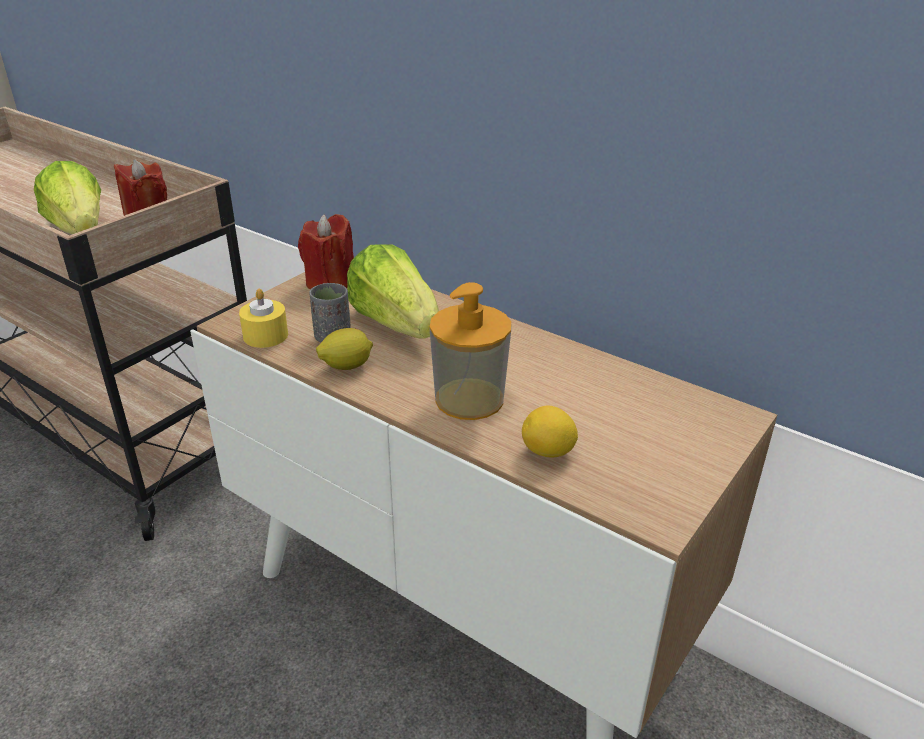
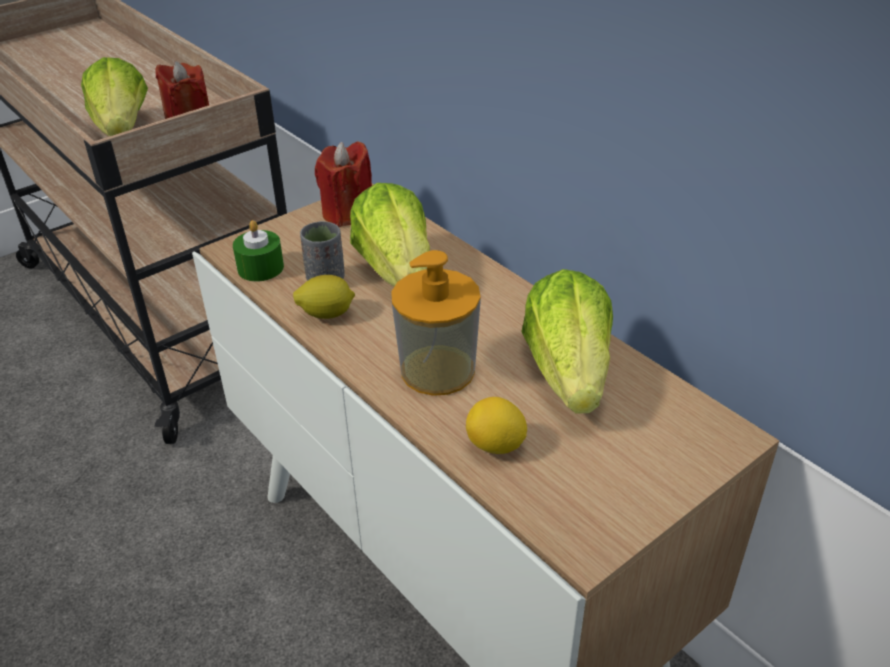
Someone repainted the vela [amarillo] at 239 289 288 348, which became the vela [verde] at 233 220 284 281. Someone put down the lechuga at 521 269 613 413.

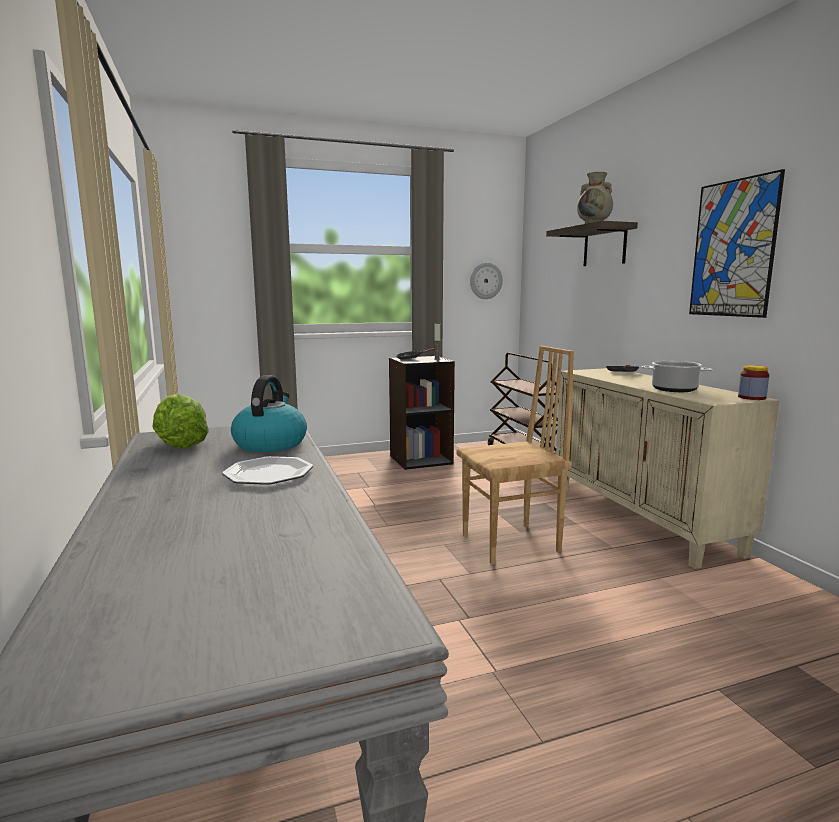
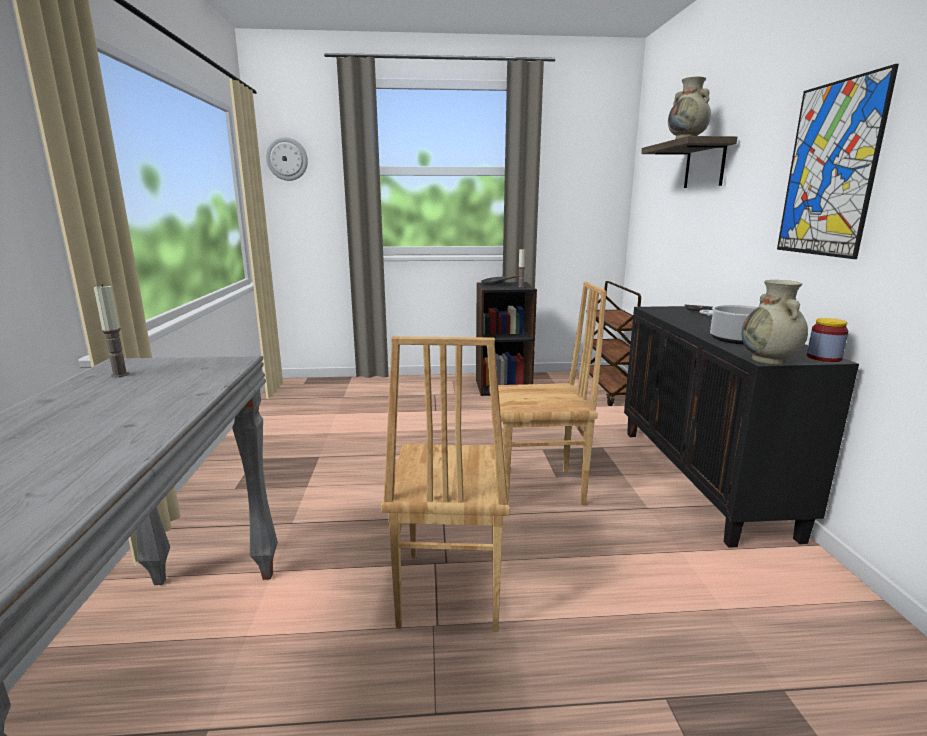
Someone swapped the lechuga at 152 394 209 448 for the vela at 94 284 129 377. Someone carried the reloj de pared from 470 263 503 299 to 266 137 308 181. Someone put down the silla [marrón] at 381 336 510 632. Someone repainted the armario [beis] at 556 368 779 569, which became the armario [negro] at 624 306 859 548. Someone put down the florero [beis] at 742 280 808 364. Someone took away the plato at 222 456 313 485. Someone took away the hervidor at 231 375 307 452.

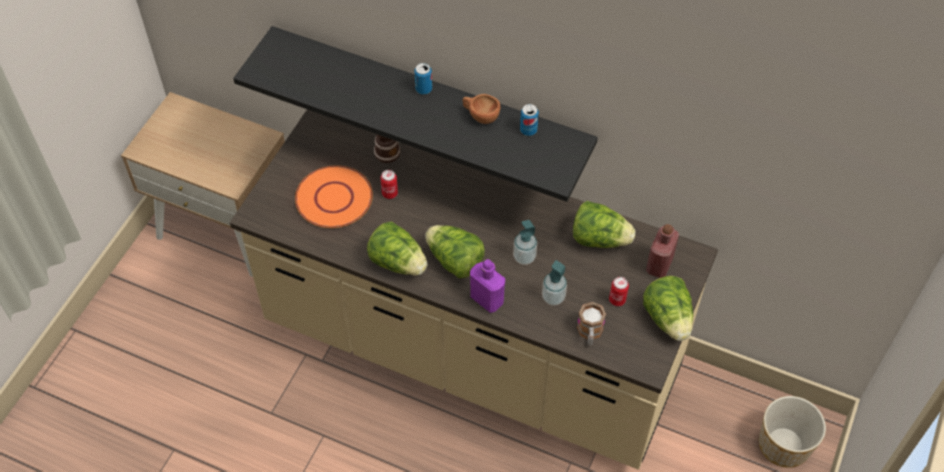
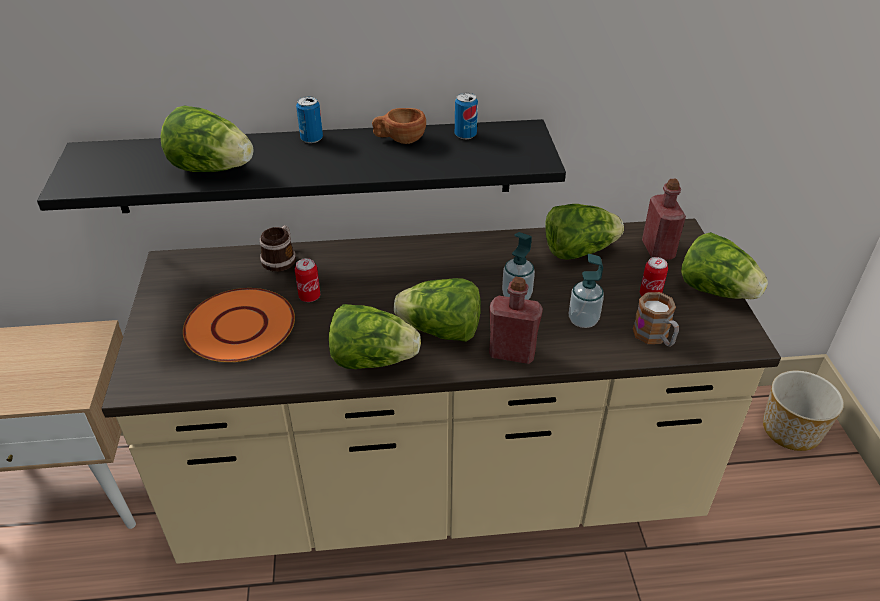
Someone put down the lechuga at 160 106 253 172. Someone repainted the botella [morado] at 470 259 505 313, which became the botella [rojo] at 489 277 543 364.

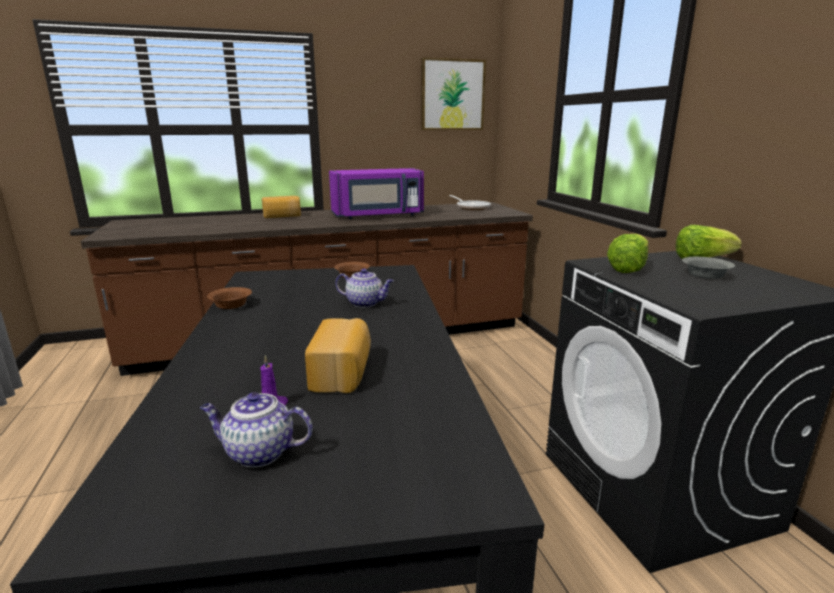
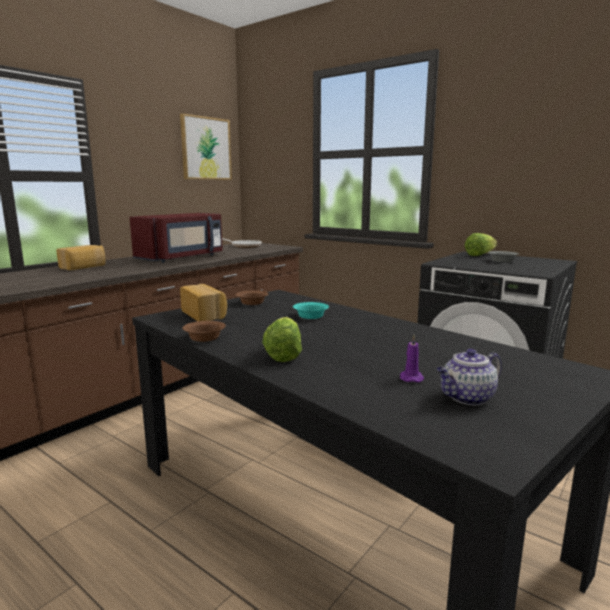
Someone repainted the microondas [morado] at 329 168 424 219, which became the microondas [rojo] at 129 213 223 263. Someone carried the pan from 305 318 371 393 to 180 284 227 321. Someone carried the lechuga from 607 234 648 273 to 262 317 302 362. Someone swapped the tetera at 335 268 394 308 for the cuenco [turquesa] at 293 302 329 319.

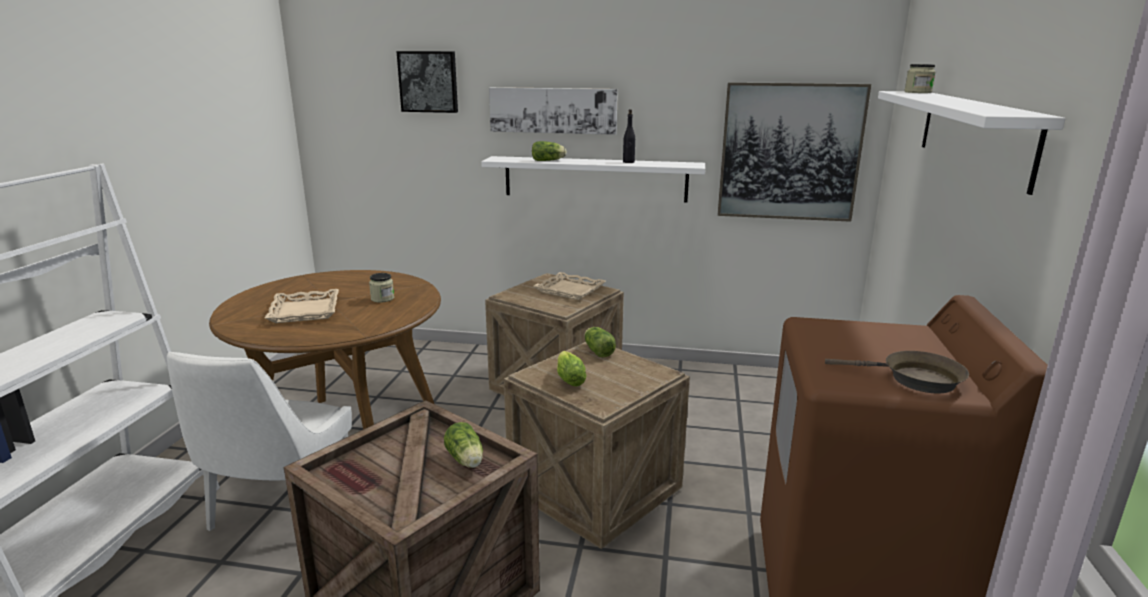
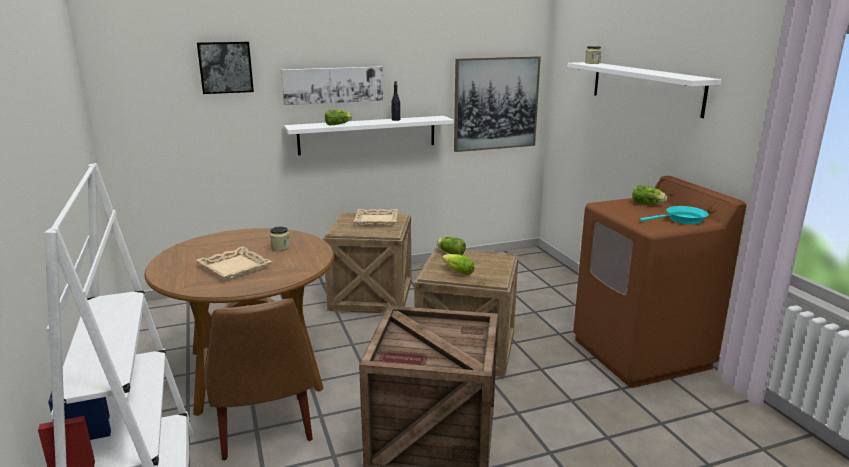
Someone repainted the silla [blanco] at 167 352 352 531, which became the silla [marrón] at 203 298 314 460. Someone carried the lechuga from 444 422 483 468 to 632 185 667 205. Someone repainted the sartén [marrón] at 825 351 969 393, which became the sartén [turquesa] at 640 206 709 224.

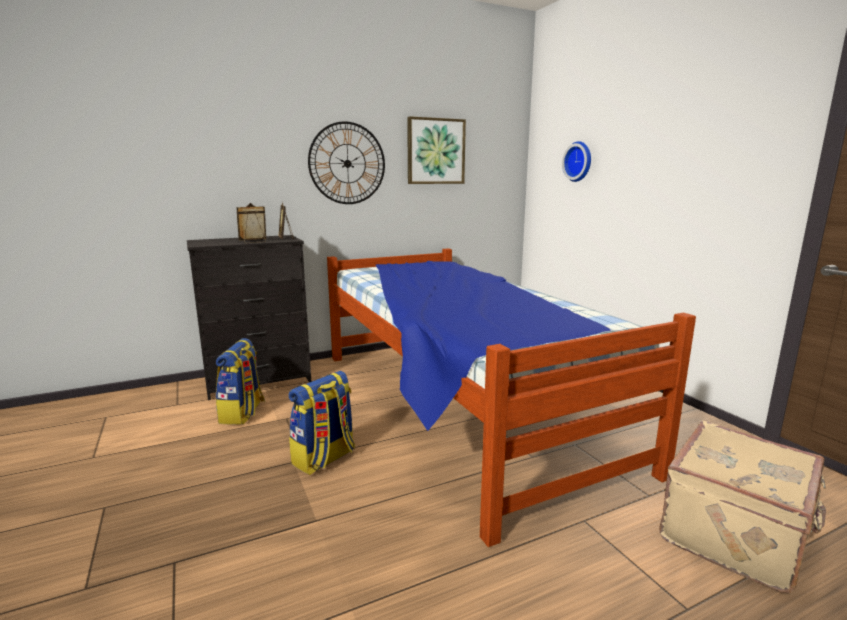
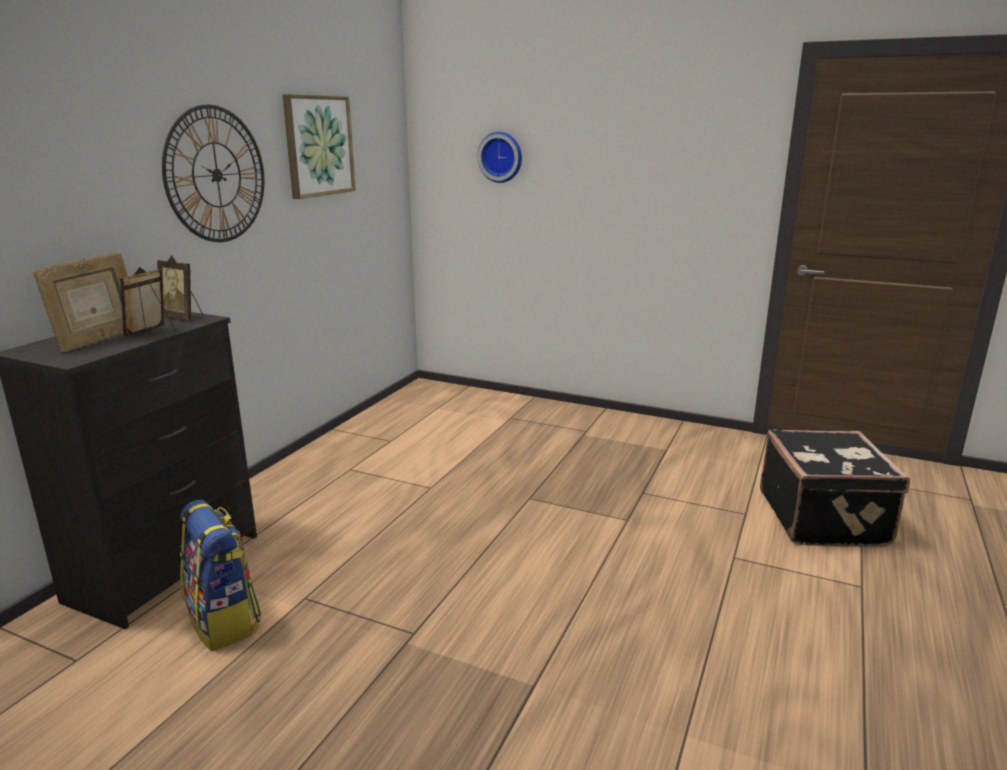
Someone put down the portarretratos at 33 252 128 352. Someone repainted the maleta [beis] at 659 421 826 593, which became the maleta [negro] at 760 429 910 547. Someone took away the mochila at 289 371 355 475. Someone took away the cama at 327 248 696 547.

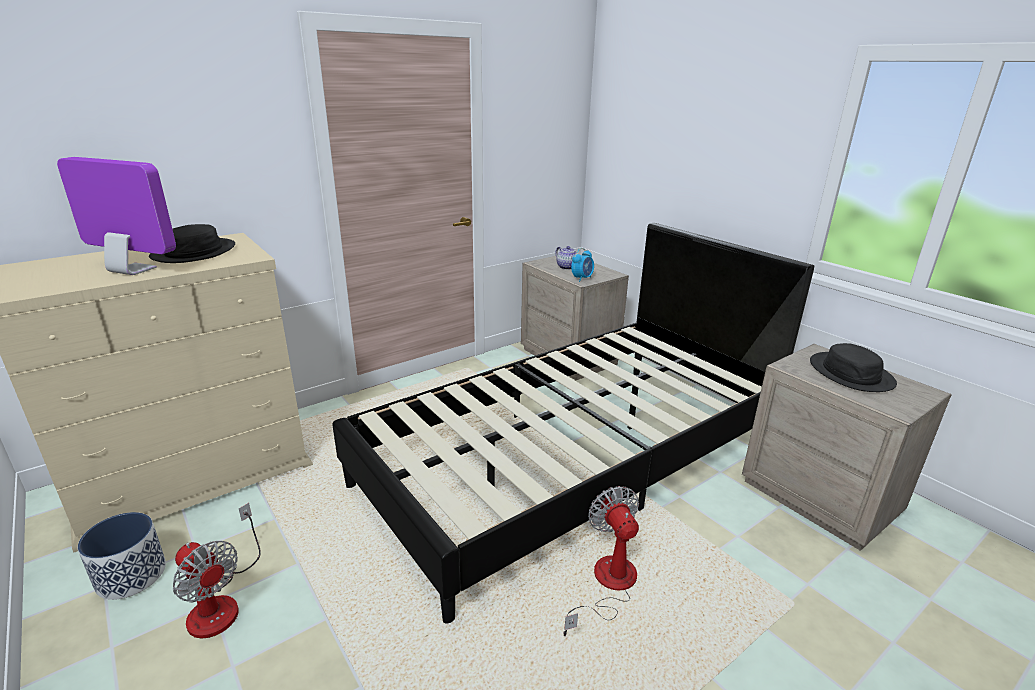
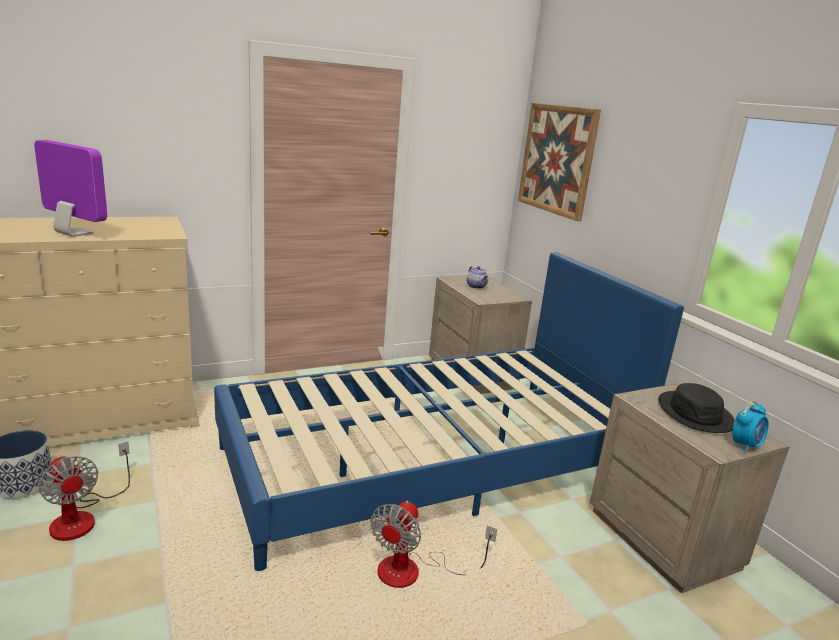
Someone repainted the cama [negro] at 332 223 814 624, which became the cama [azul] at 214 252 684 571. Someone rotated the ventilador at 564 486 639 636 by 150 degrees counterclockwise. Someone put up the cuadro at 518 103 601 222. Someone carried the despertador from 571 248 594 282 to 732 400 769 453. Someone took away the sombrero [negro] at 149 224 235 263.

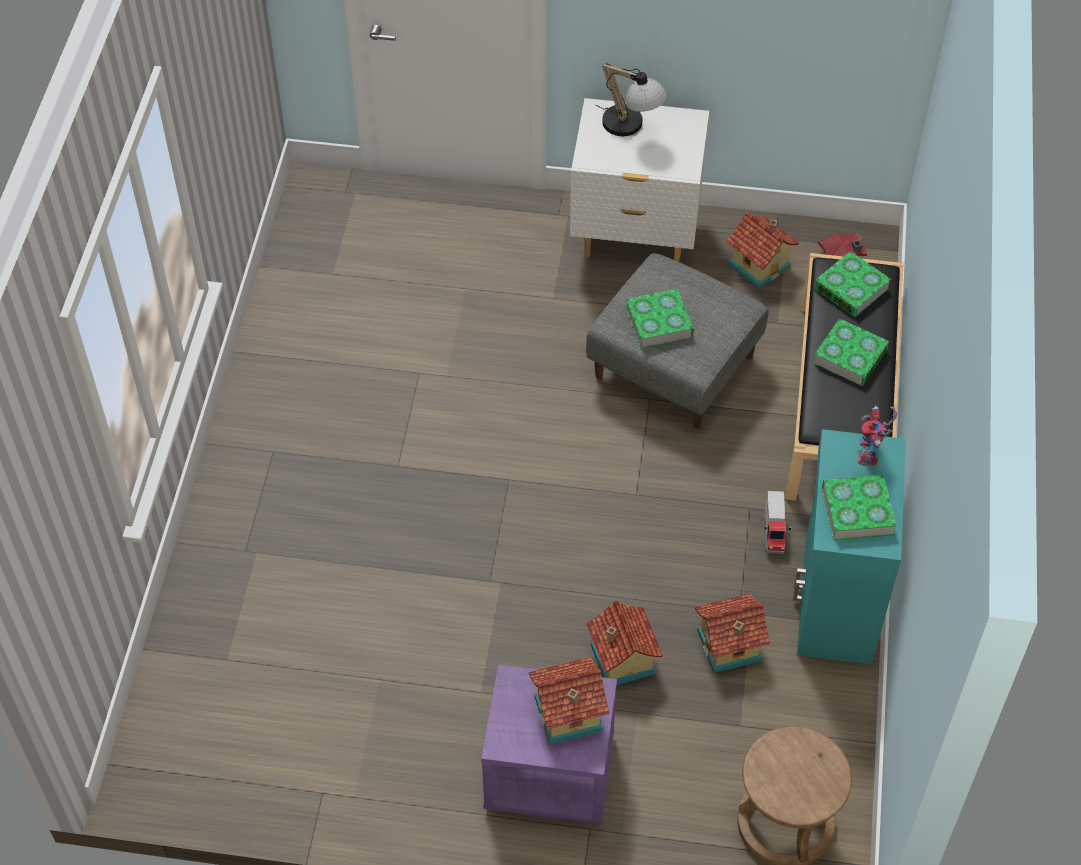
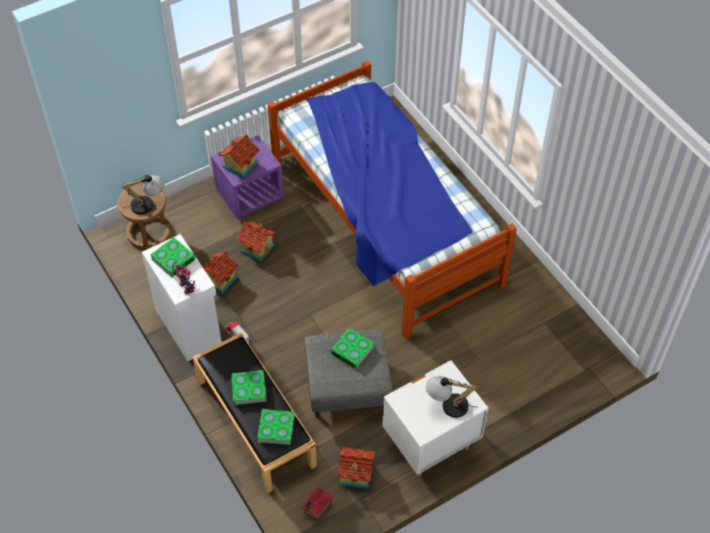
Someone put down the lámpara de mesa at 122 175 165 215. Someone repainted the armario [turquesa] at 793 429 906 665, which became the armario [blanco] at 142 234 221 361. Someone put down the cama at 268 60 517 339.

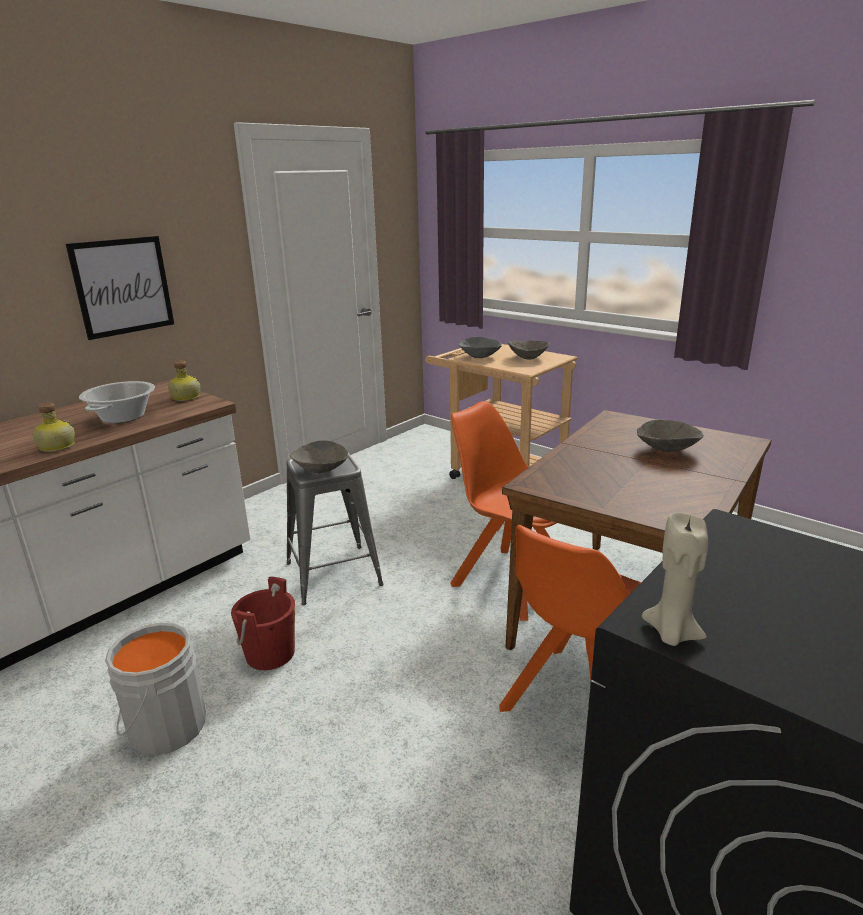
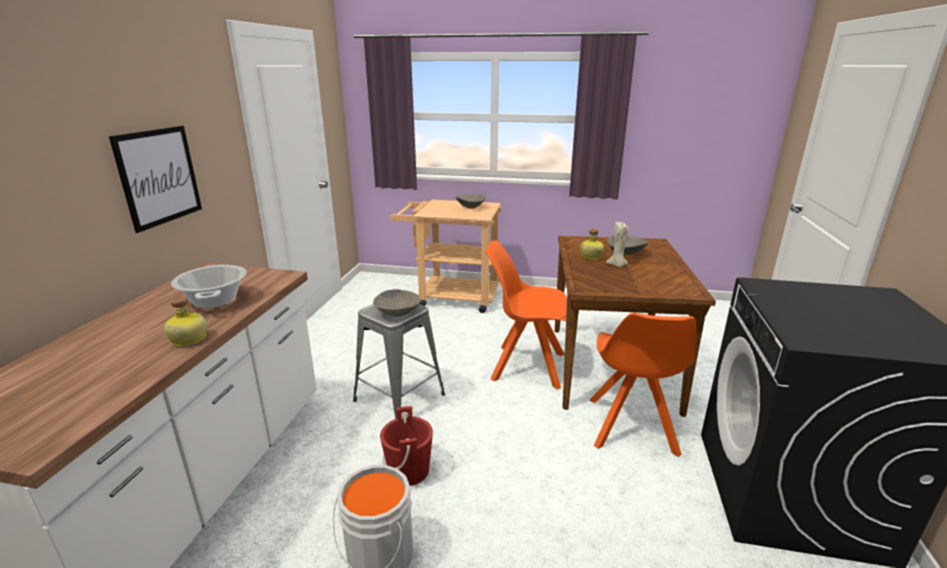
Someone carried the botella from 168 361 200 401 to 580 229 604 259. Someone carried the vela [beis] from 642 512 708 646 to 606 222 628 267. Someone took away the cuenco [gris] at 458 337 502 358.

